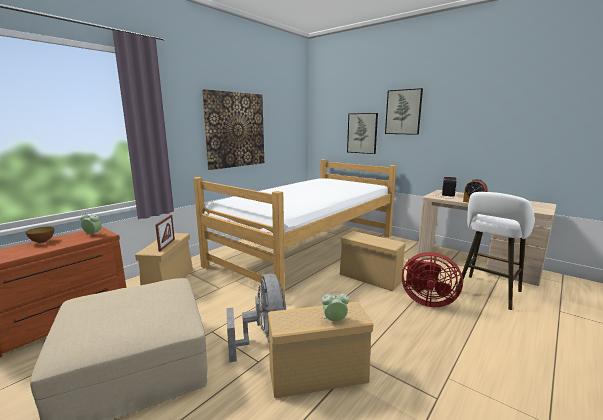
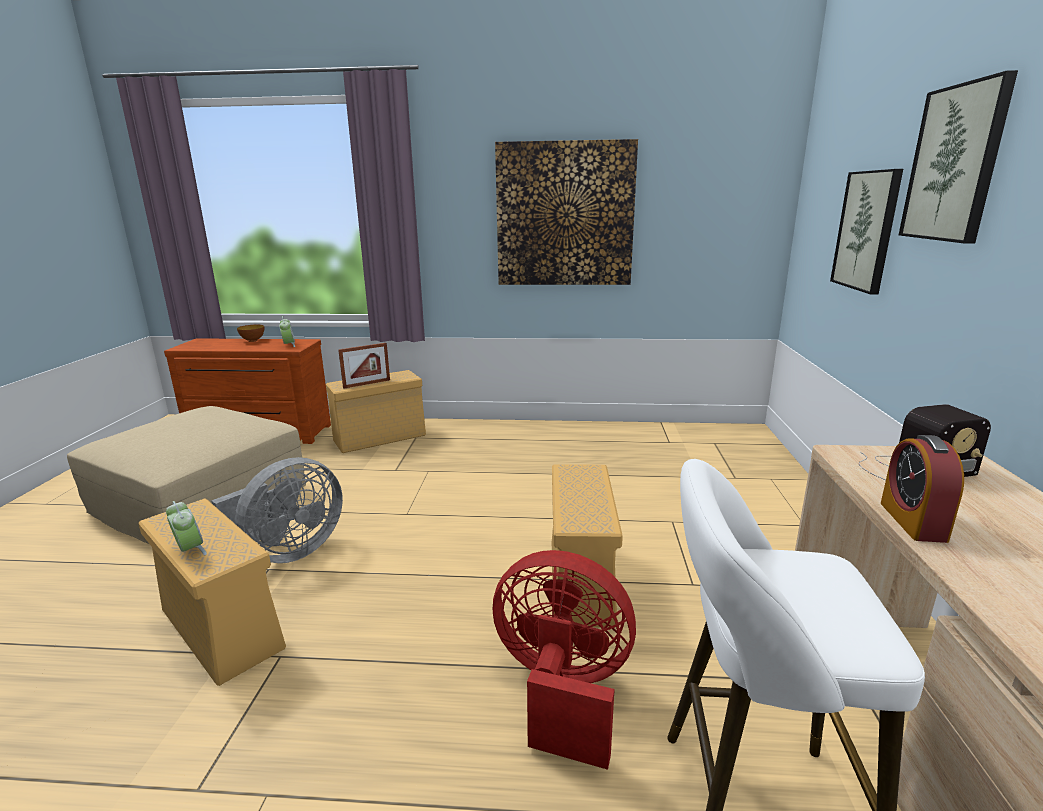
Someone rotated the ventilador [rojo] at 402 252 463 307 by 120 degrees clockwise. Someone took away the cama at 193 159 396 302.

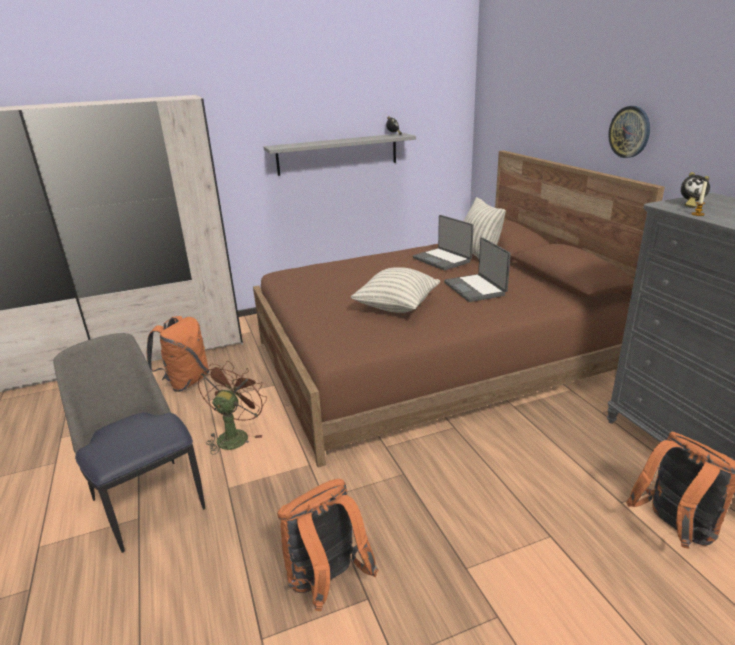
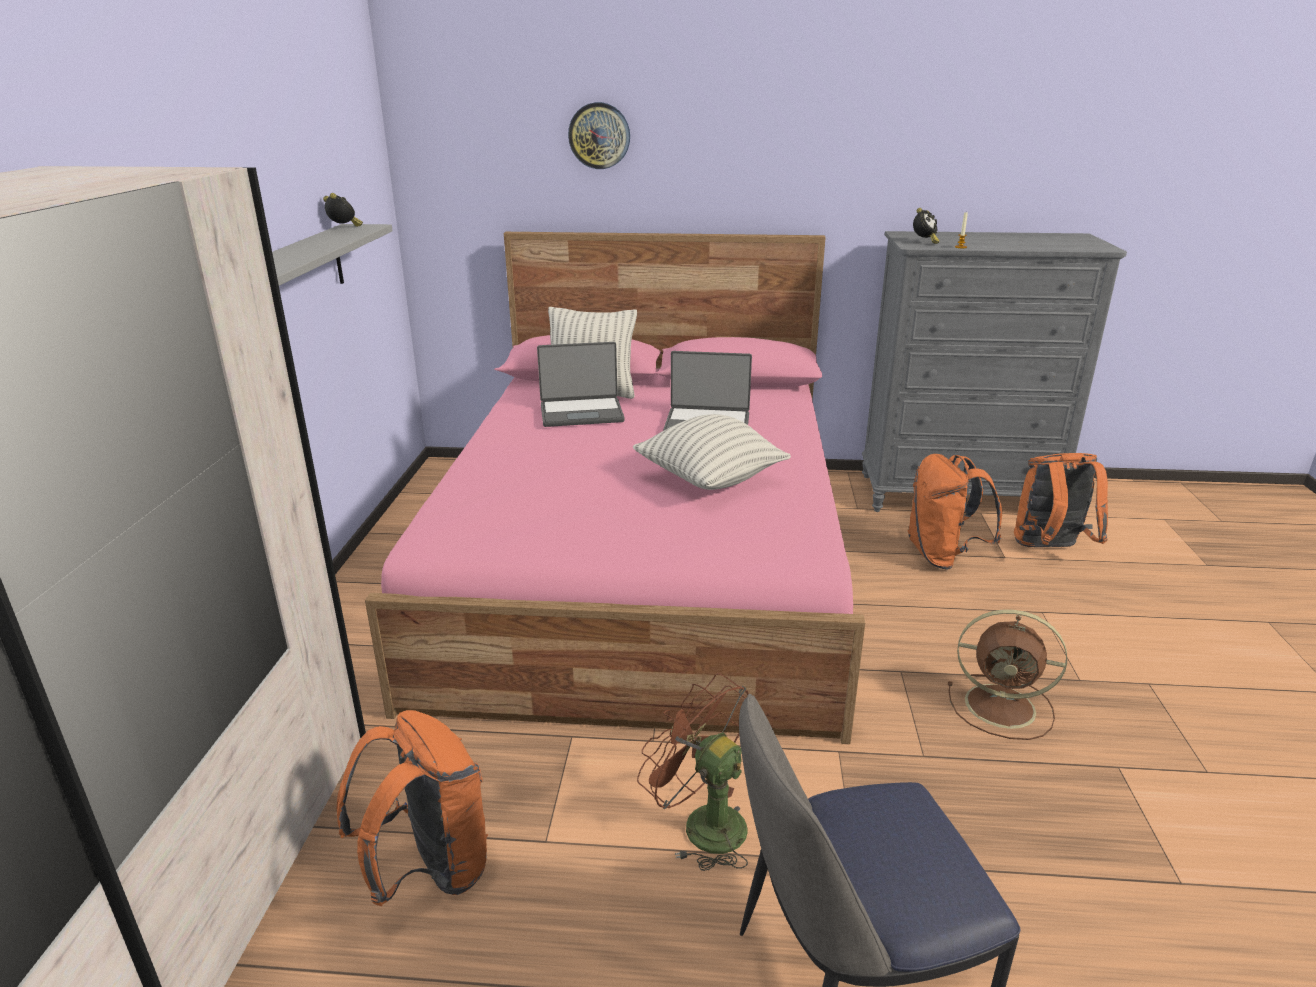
Someone repainted the cama [marrón] at 253 150 665 468, which became the cama [rosa] at 365 232 865 744. Someone carried the reloj de pared from 608 106 650 158 to 568 102 630 169. Someone carried the mochila [naranja] from 277 479 378 611 to 908 454 1002 570. Someone put down the ventilador [marrón] at 948 609 1067 740.

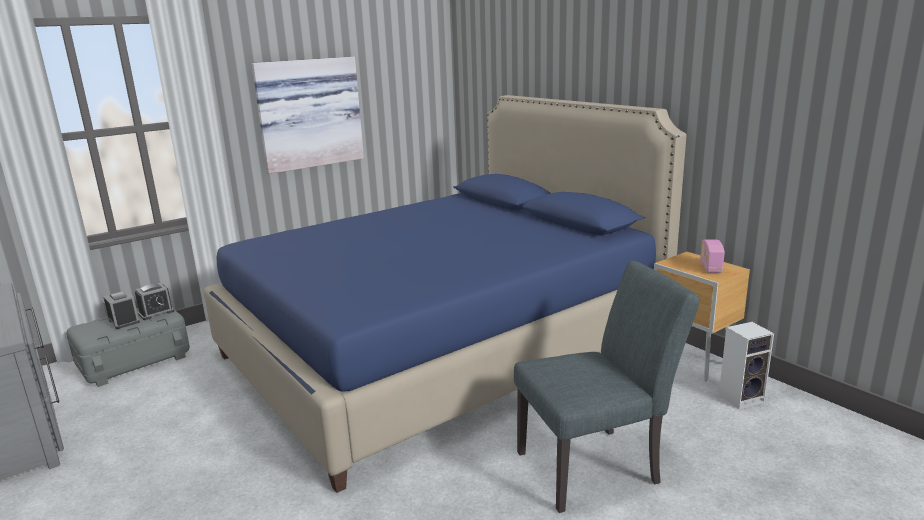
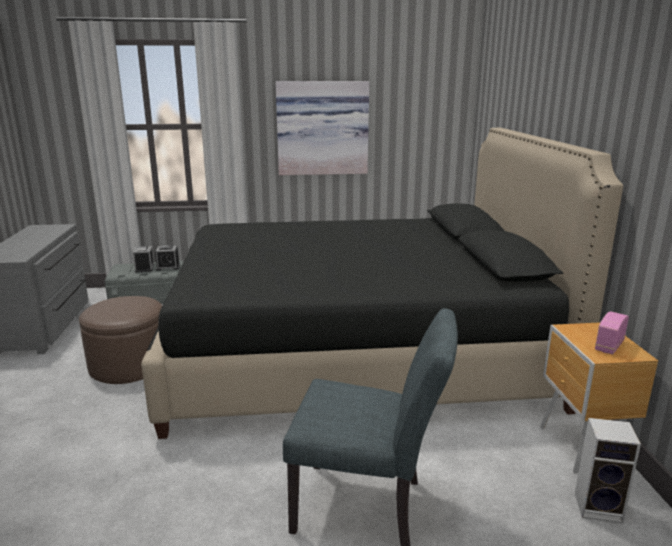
Someone put down the puf [marrón] at 79 296 162 384. Someone repainted the cama [azul] at 204 95 687 493, which became the cama [negro] at 141 128 623 439.

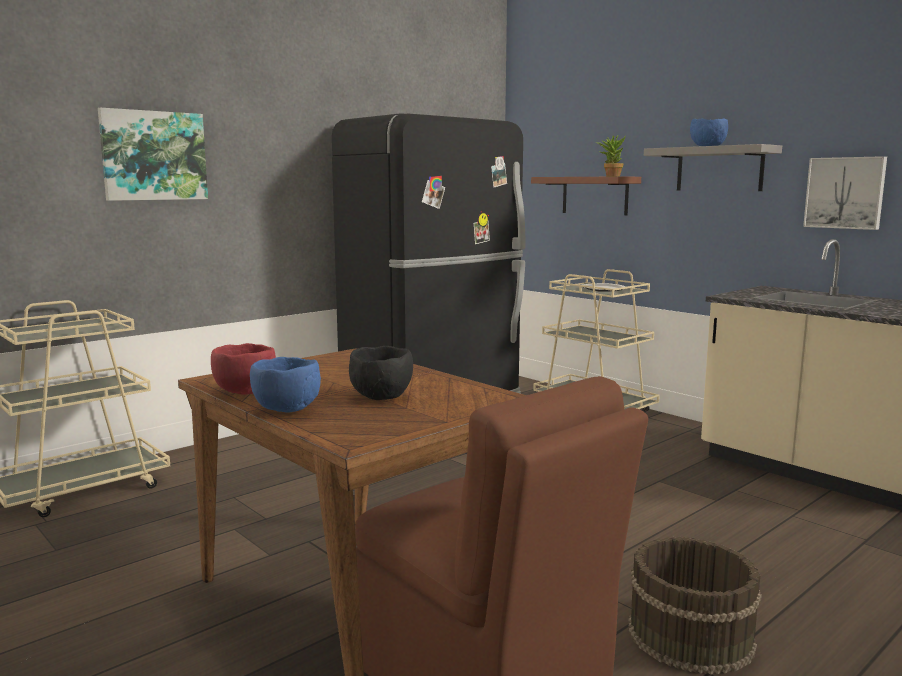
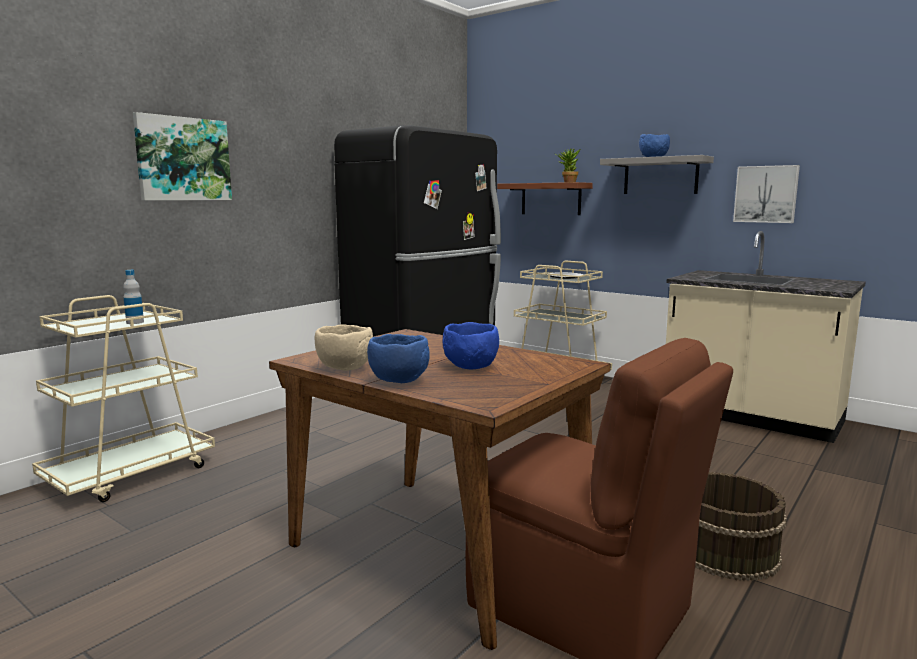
Someone put down the botella at 123 270 144 324. Someone repainted the cuenco [rojo] at 211 343 276 395, which became the cuenco [beis] at 315 324 373 371. Someone repainted the cuenco [negro] at 349 346 413 400, which became the cuenco [azul] at 443 322 499 370.

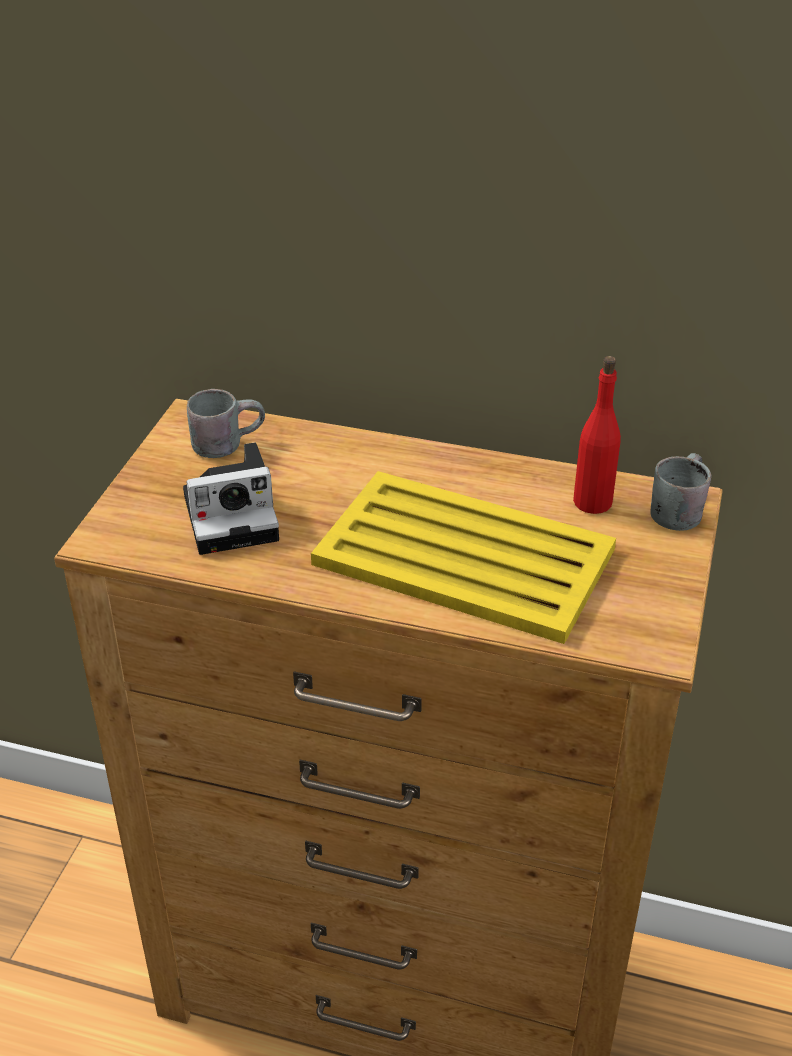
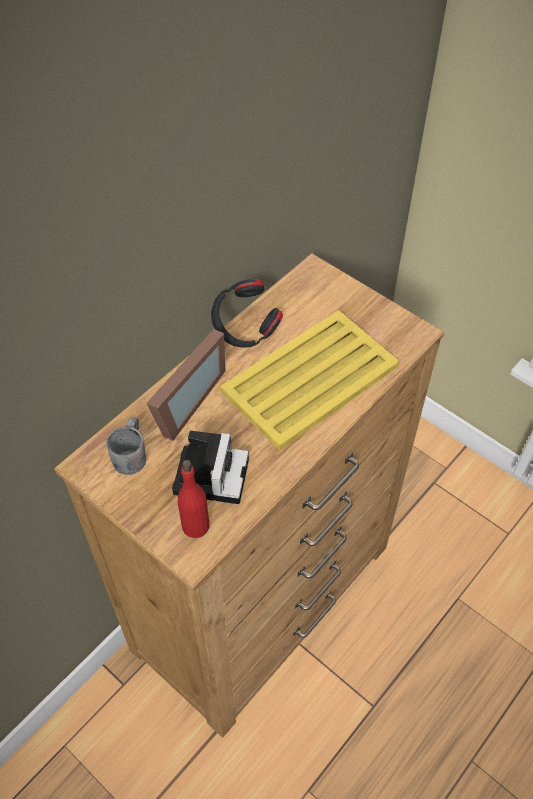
Someone put down the portarretratos at 146 329 225 441. Someone carried the botella [rojo] from 573 356 621 514 to 178 460 209 538. Someone put down the auriculares [negro] at 211 279 283 348. Someone took away the taza grande [gris] at 650 453 711 531.

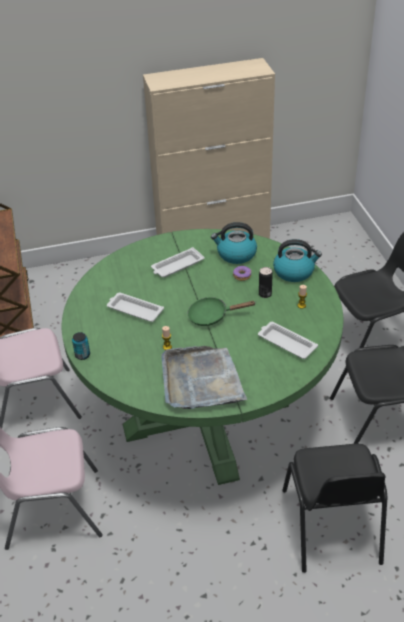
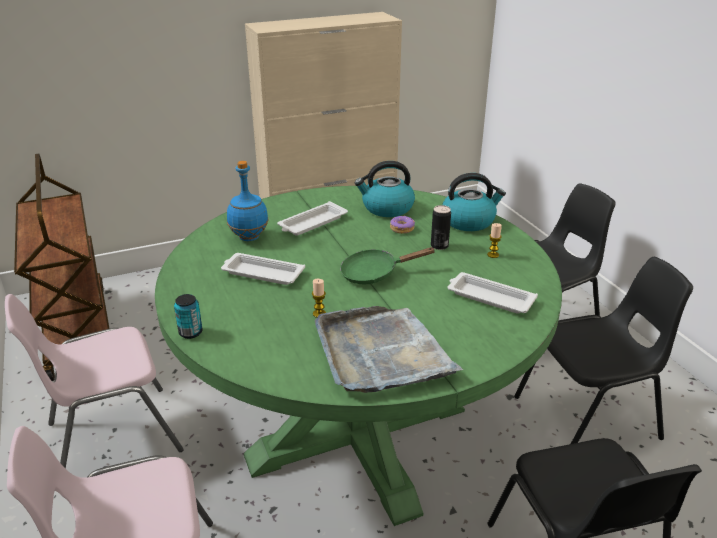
Someone put down the botella [azul] at 227 161 269 241.

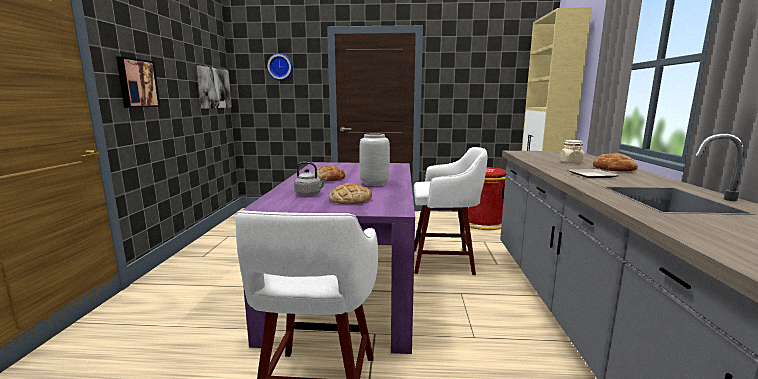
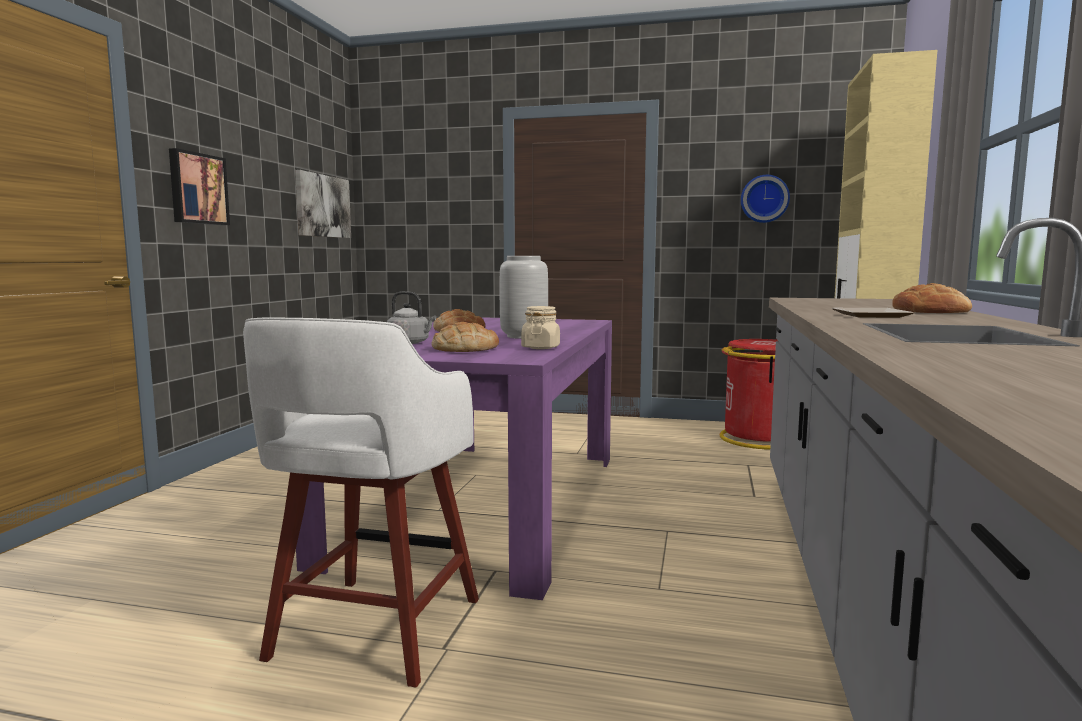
Someone carried the tarro [beis] from 559 140 585 163 to 521 306 560 349. Someone carried the reloj de pared from 267 53 293 81 to 741 175 790 223. Someone took away the taburete [blanco] at 414 147 488 275.

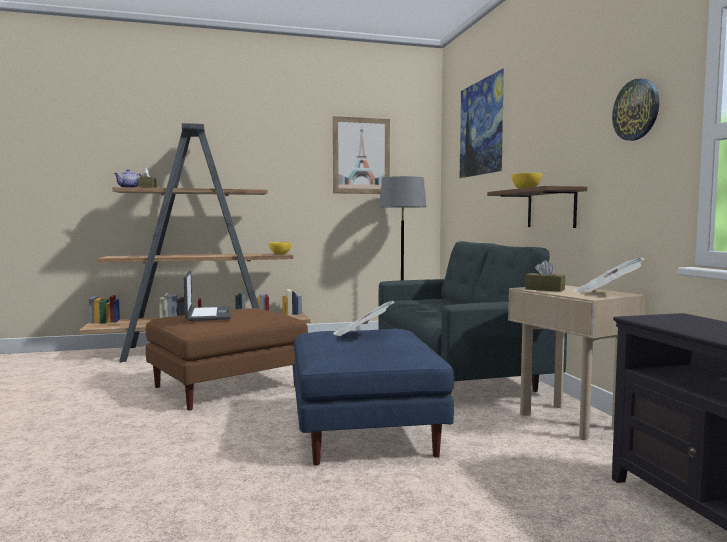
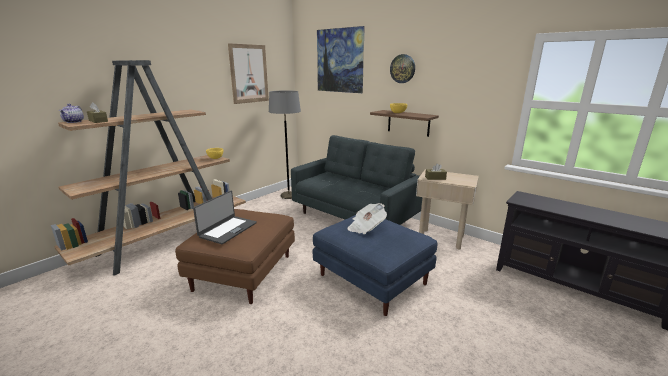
Someone rotated the portátil at 184 271 231 321 by 75 degrees clockwise. Someone carried the reloj de pared from 612 79 659 141 to 390 54 415 83. Someone took away the periódico at 573 258 645 293.

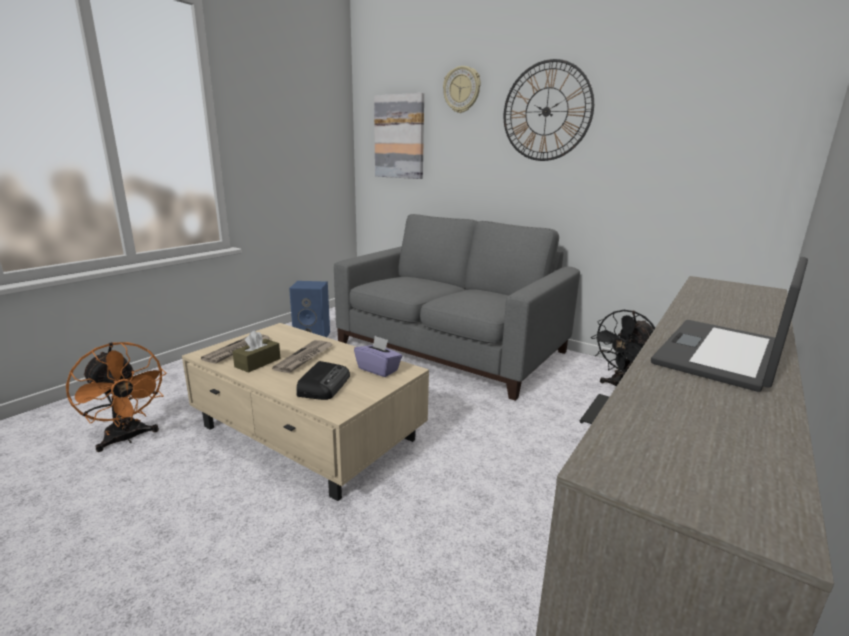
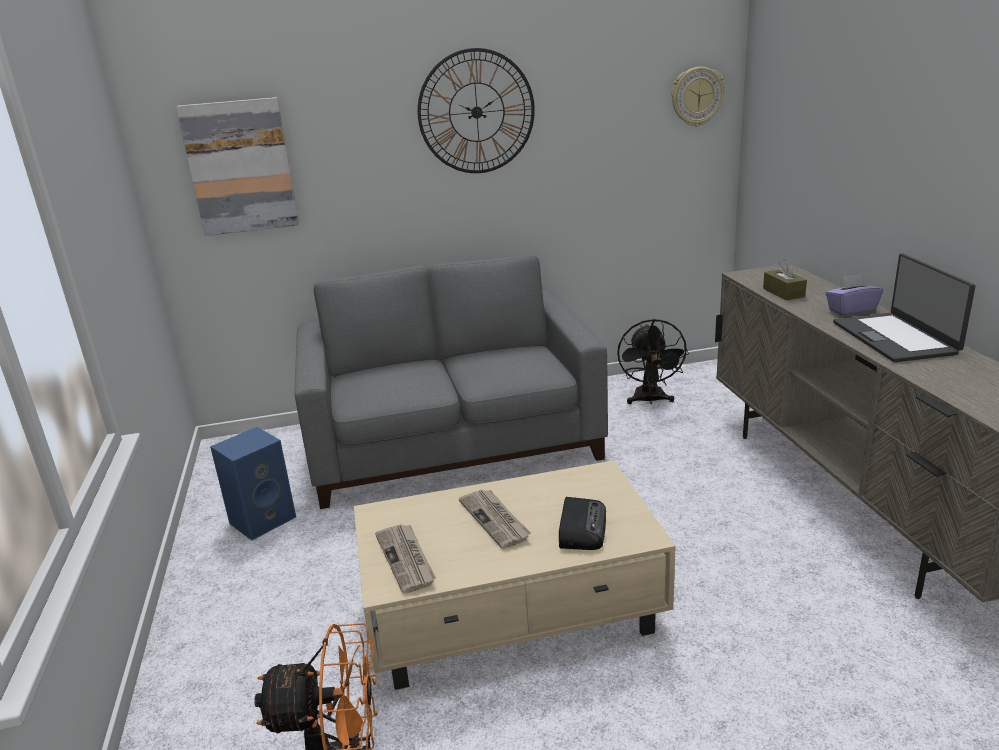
Someone rotated the radio at 296 361 350 400 by 45 degrees clockwise. Someone carried the reloj de pared from 443 66 481 113 to 671 67 725 127. Someone carried the caja de pañuelos [marrón] from 232 330 281 373 to 763 259 807 300. Someone carried the caja de pañuelos [morado] from 354 336 402 377 to 826 274 883 316.

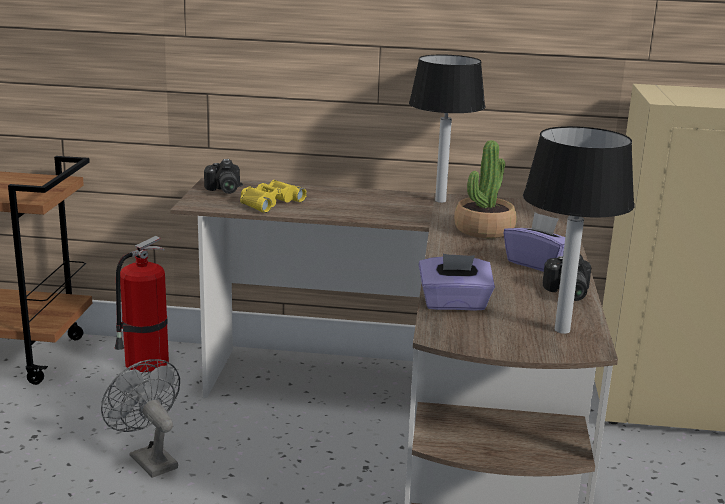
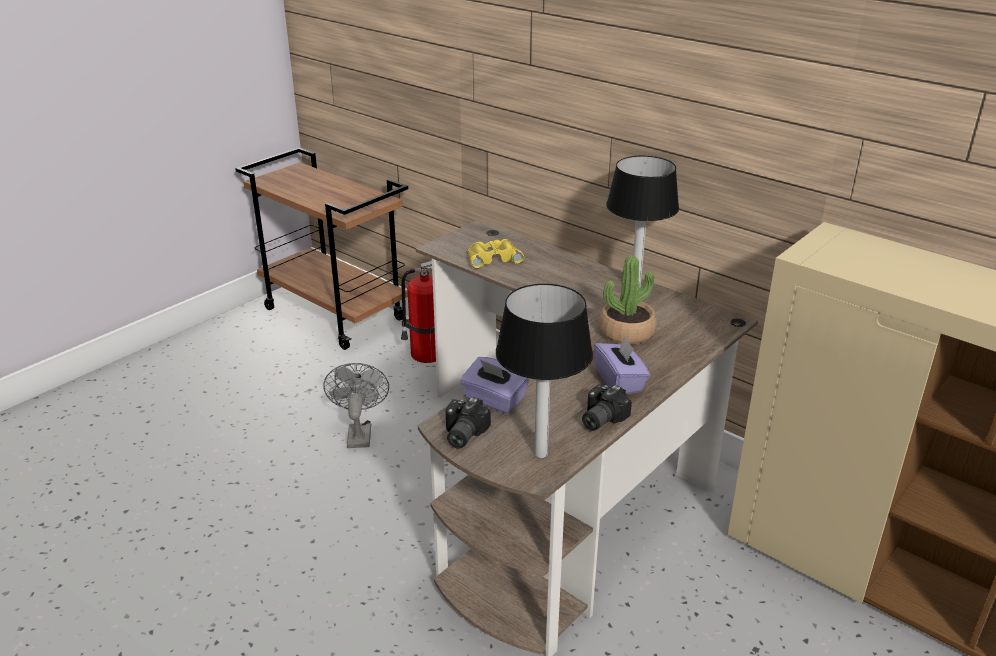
Someone carried the cámara from 204 159 240 194 to 446 397 491 449.

